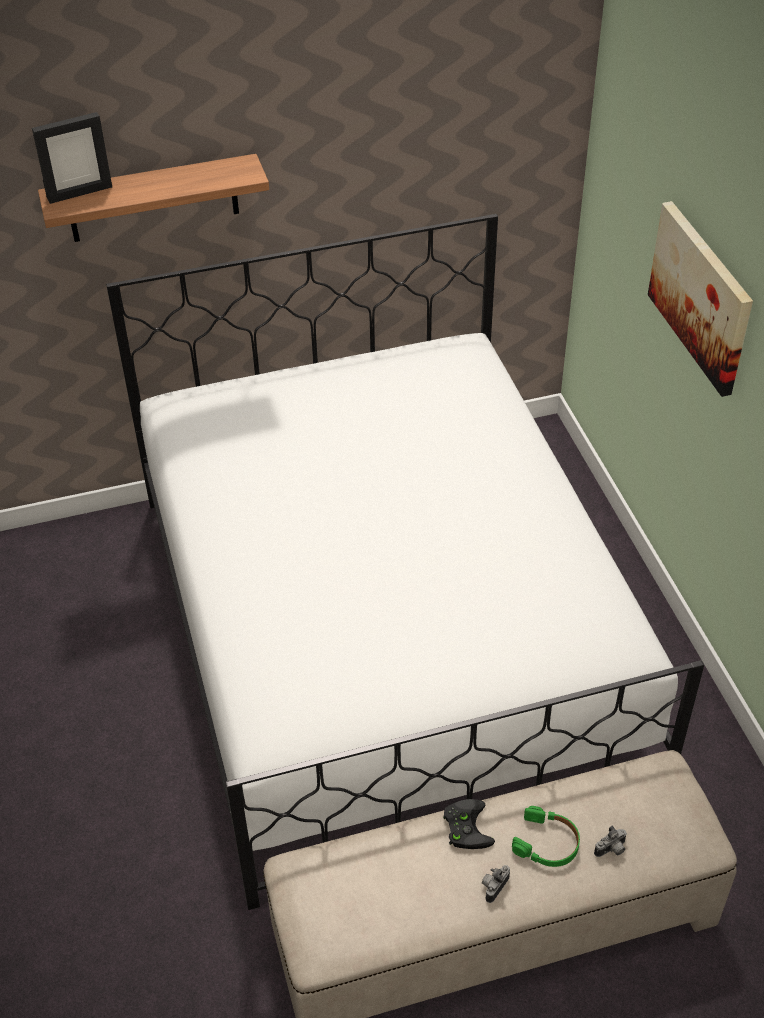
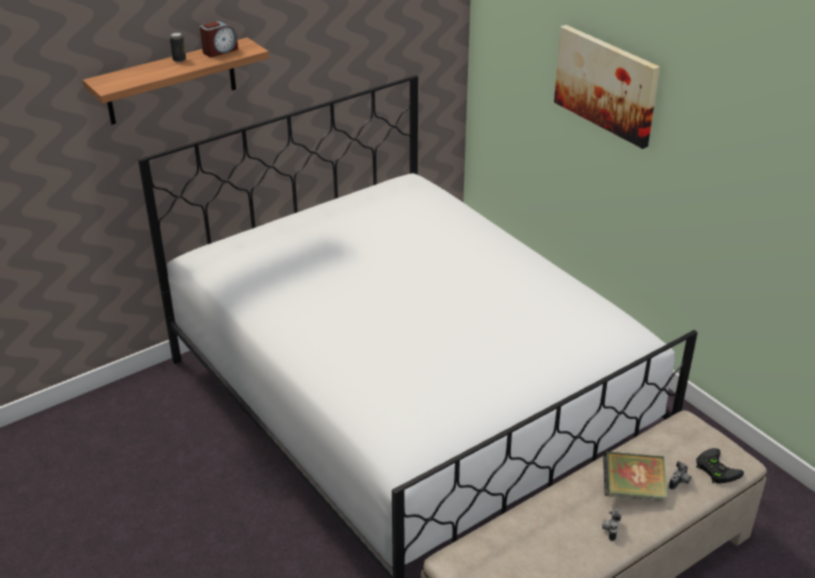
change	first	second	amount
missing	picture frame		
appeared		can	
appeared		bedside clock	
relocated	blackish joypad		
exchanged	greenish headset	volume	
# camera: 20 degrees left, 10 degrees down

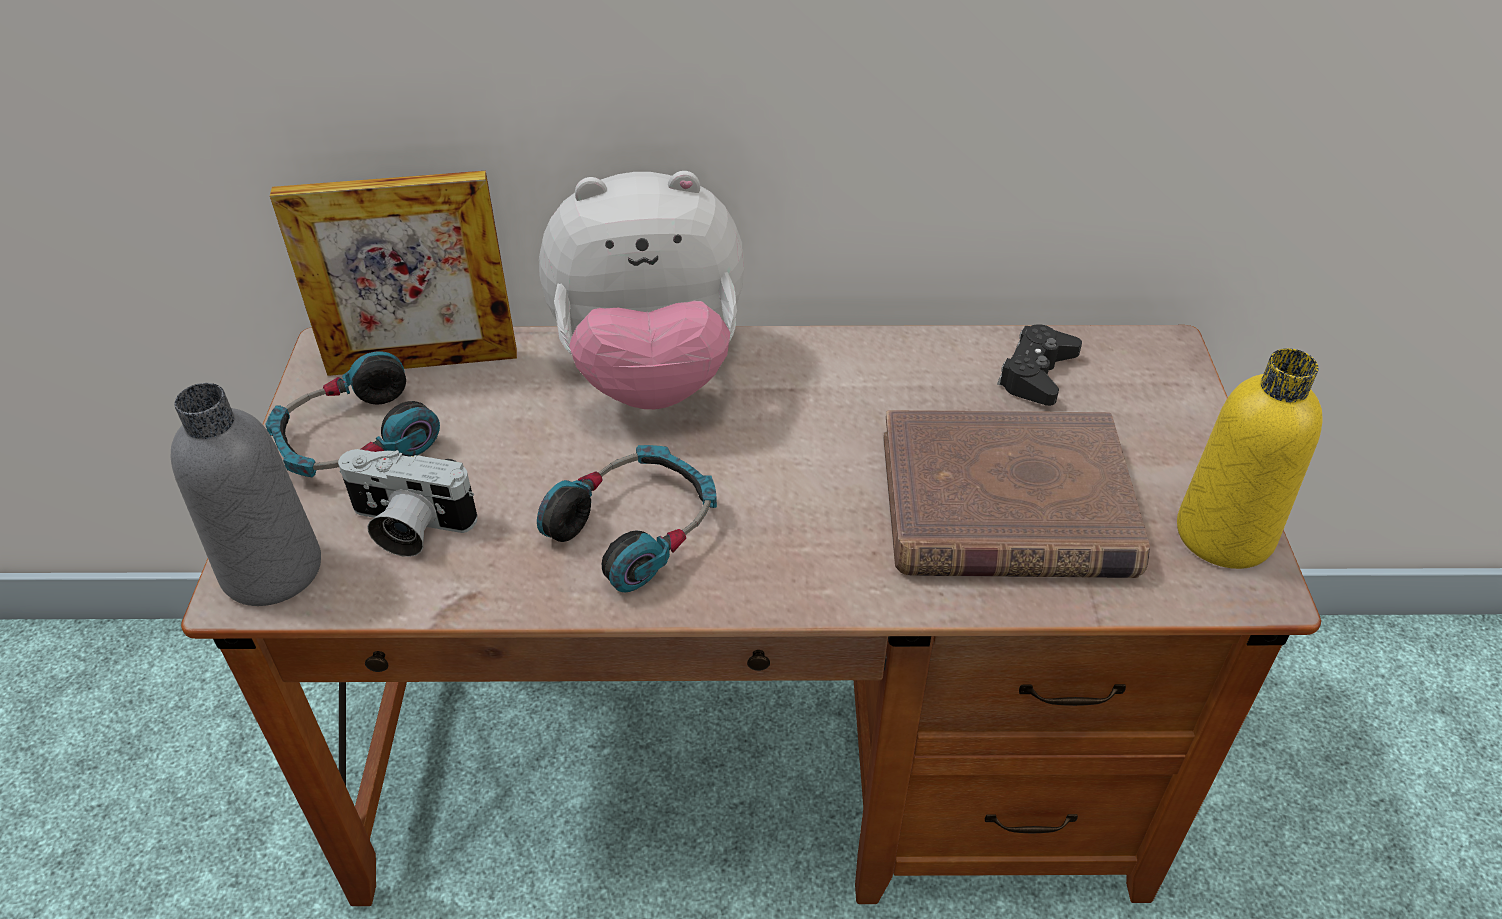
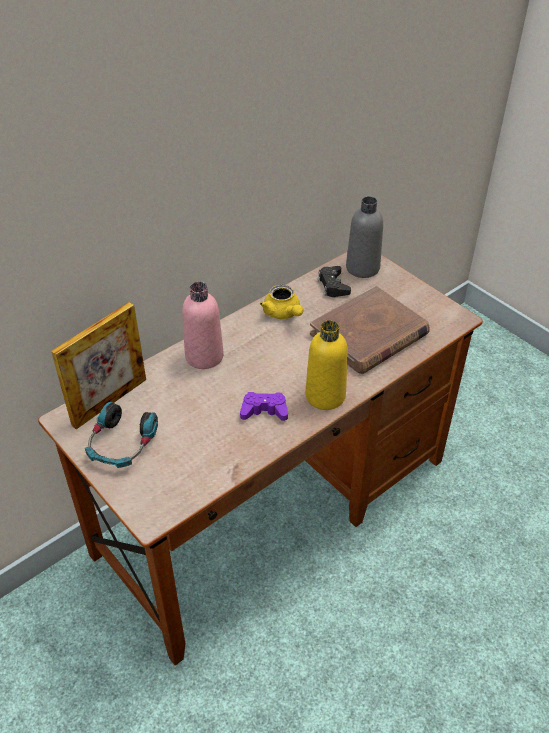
change	first	second	amount
missing	still camera		
appeared		yellowish pot for tea	
relocated	greyish beverage bottle		
relocated	yellowish beverage bottle		
exchanged	headset (no. 2 from left)	purple joypad	
exchanged	soft toy	pink-coloured beverage bottle	
# camera: 40 degrees left, 0 degrees up

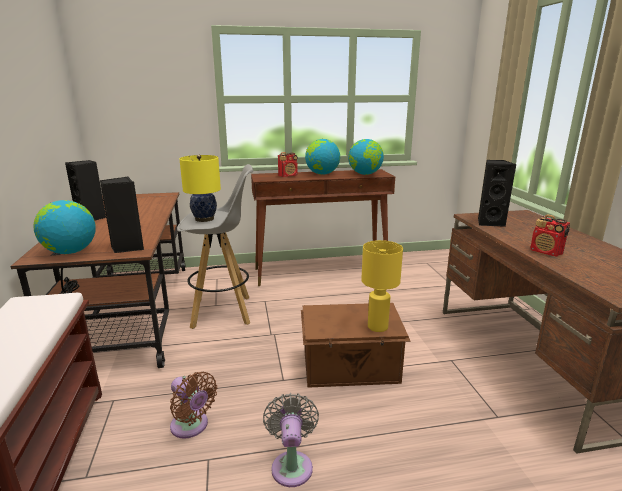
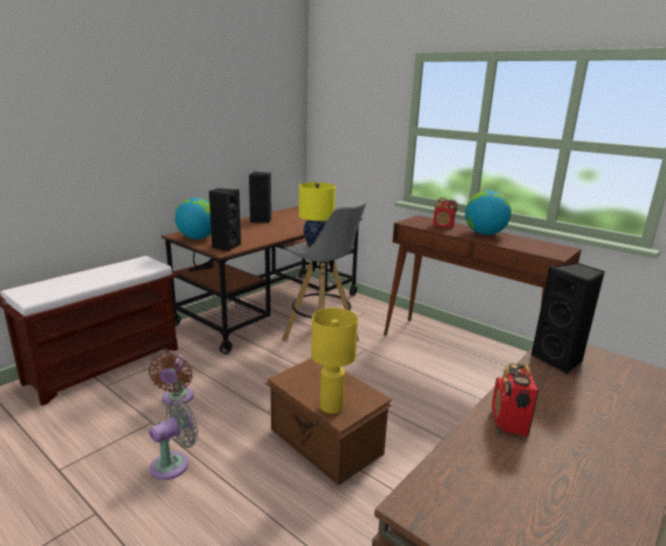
change	first	second	amount
missing	desk globe (no. 3 from left)		
# camera: 50 degrees right, 0 degrees up

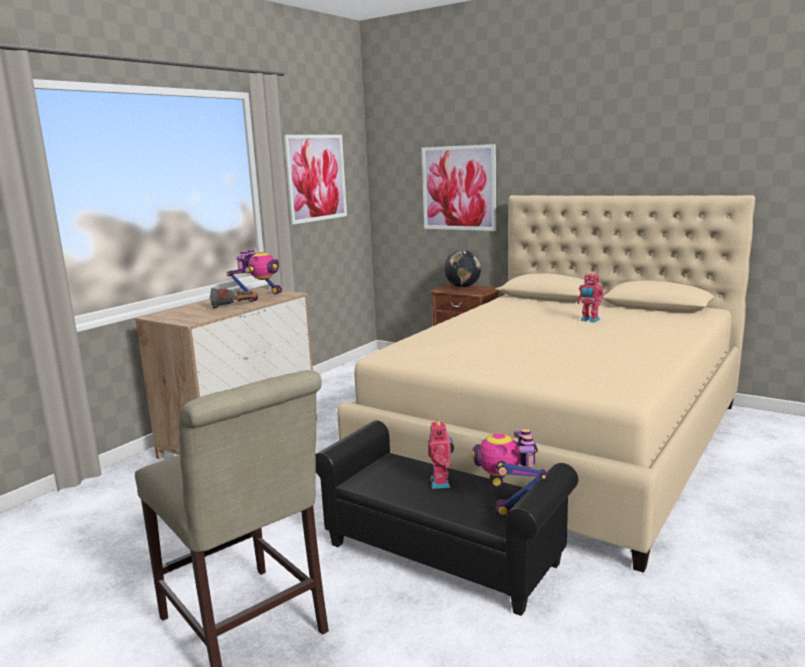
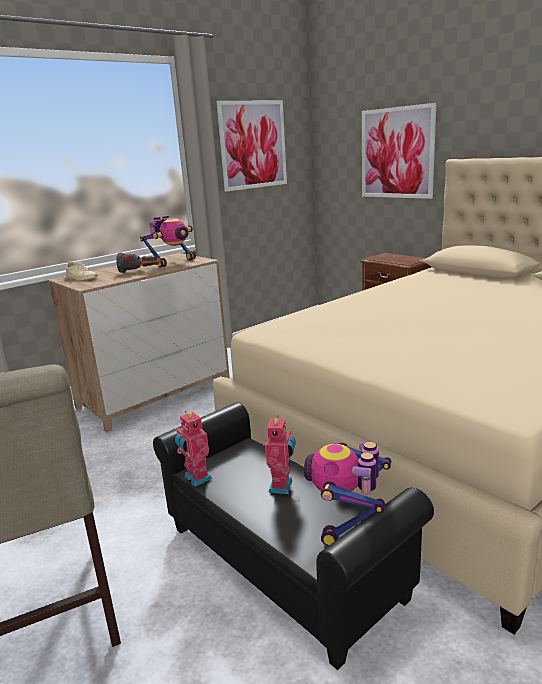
change	first	second	amount
missing	desk globe		
appeared		sand-coloured shoe	
relocated	toy robot (no. 4 from left in the first image)	toy robot (no. 2 from left)	
# camera: 15 degrees right, 5 degrees up

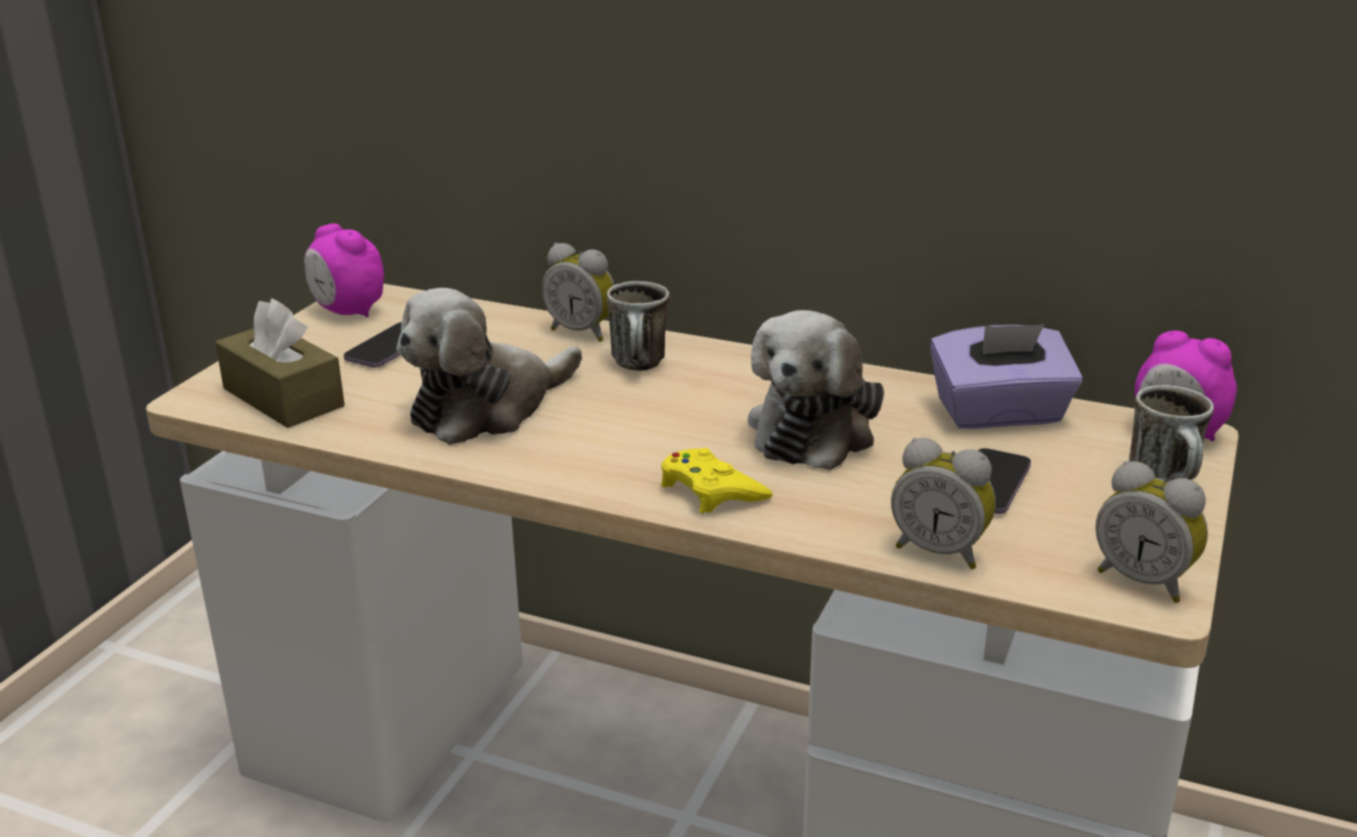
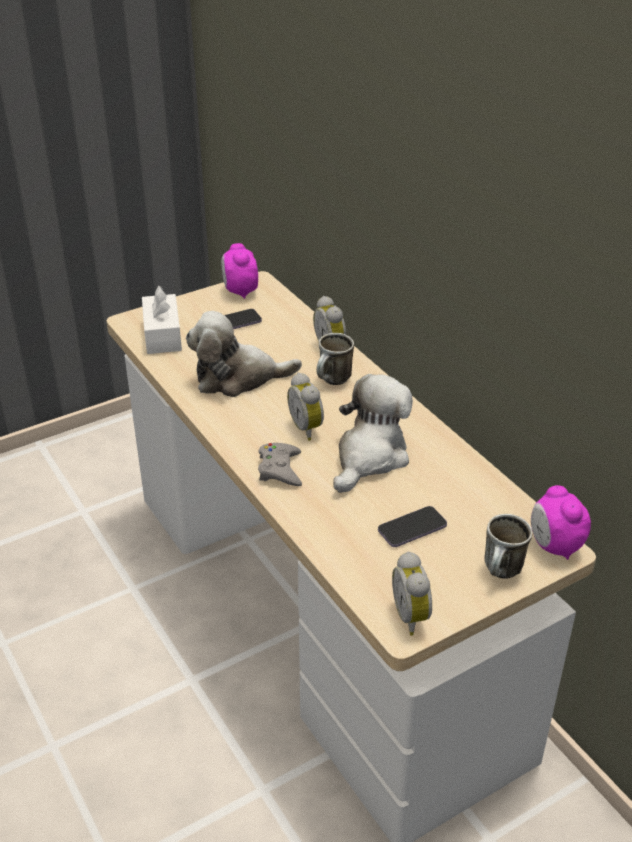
change	first	second	amount
missing	purple tissue holder		
relocated	bedside clock (no. 3 from left in the first image)	bedside clock (no. 2 from left)	
colour	brownish tissue holder	white-coloured tissue holder	
colour	yellowish joypad	greyish joypad	
spun	soft toy (no. 2 from left)		150 degrees clockwise
# camera: 35 degrees right, 10 degrees up

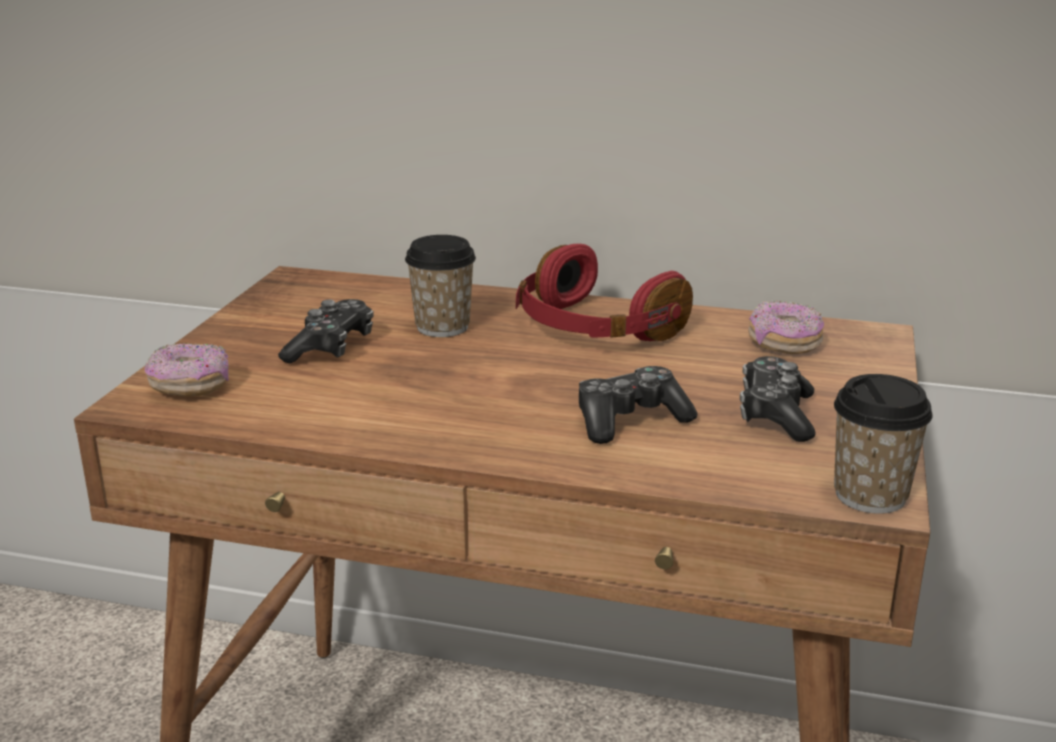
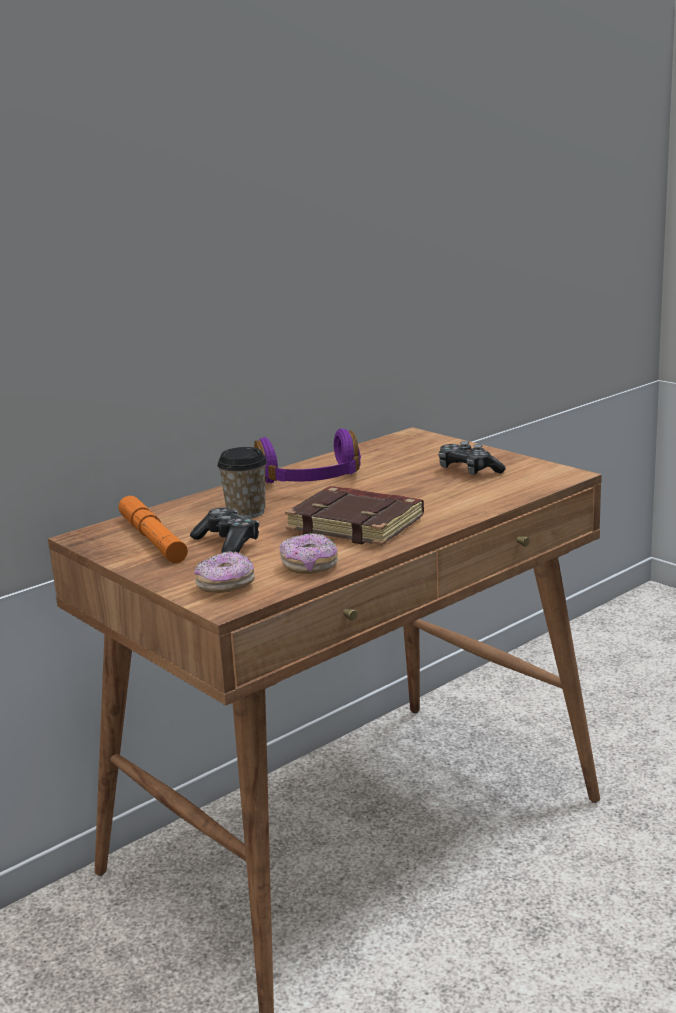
change	first	second	amount
missing	joypad (no. 2 from left)		
missing	small cup (no. 2 from left)		
appeared		orange flashlight	
appeared		brownish volume	
relocated	doughnut (no. 2 from left)		
colour	reddish headset	purple headset	
# camera: 55 degrees left, 5 degrees down

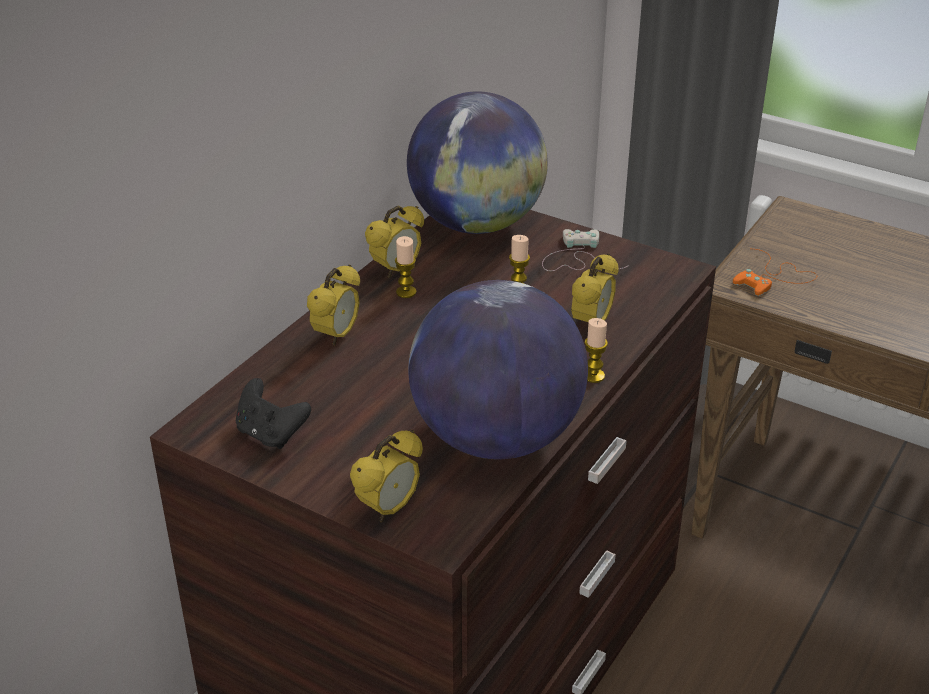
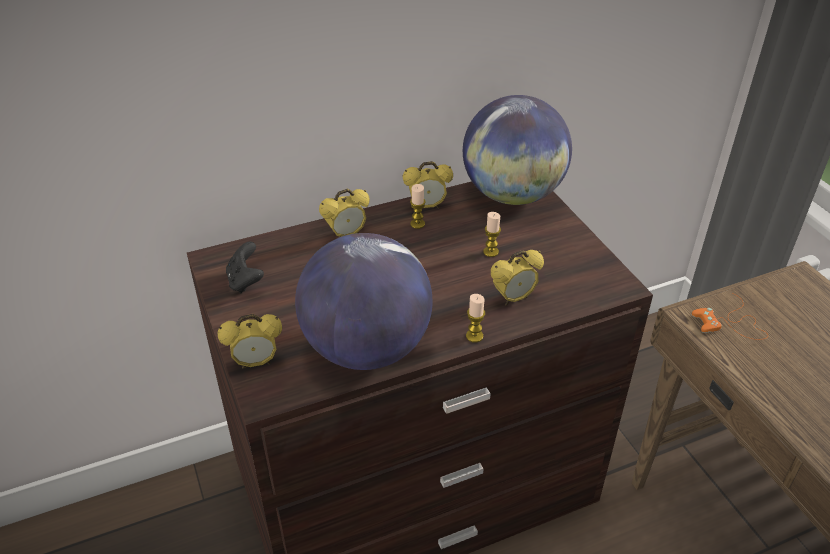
change	first	second	amount
missing	white-coloured joypad		
# camera: 35 degrees right, 5 degrees up

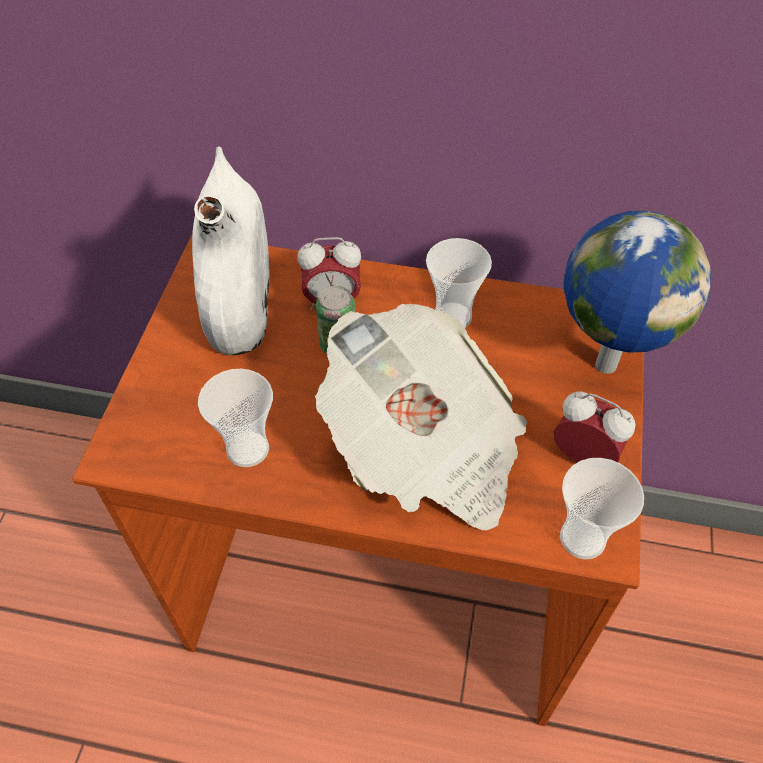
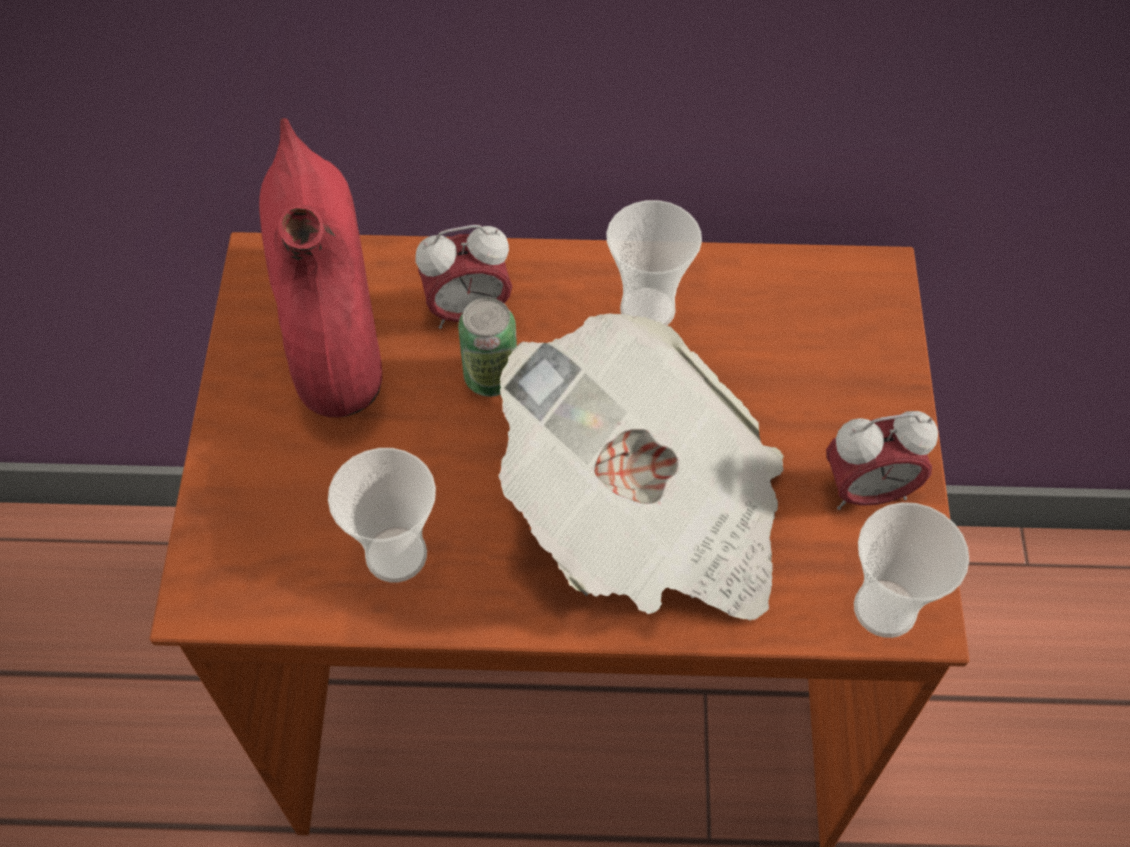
change	first	second	amount
missing	desk globe		
colour	white-coloured vase	reddish vase	
spun	bedside clock (no. 2 from left)		150 degrees clockwise
# camera: 10 degrees left, 5 degrees up

